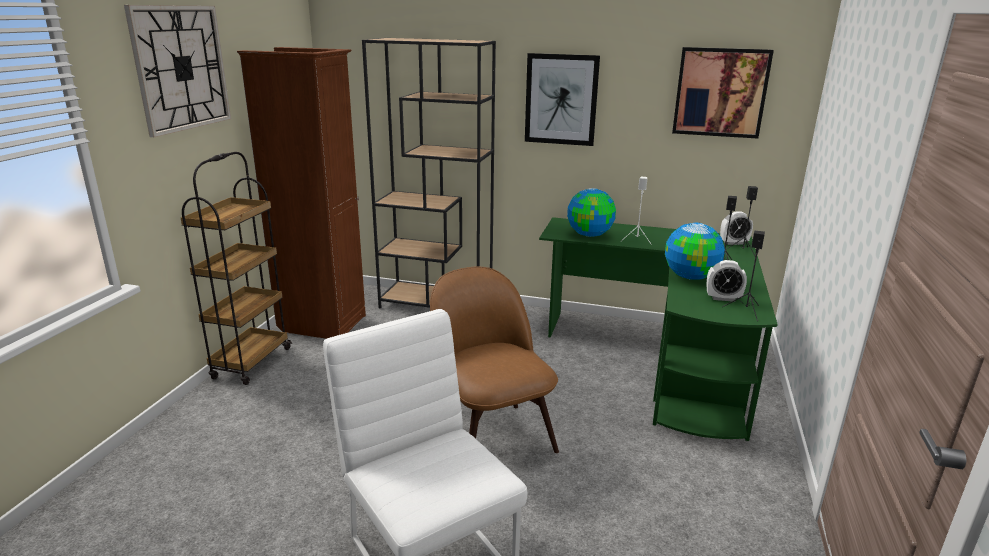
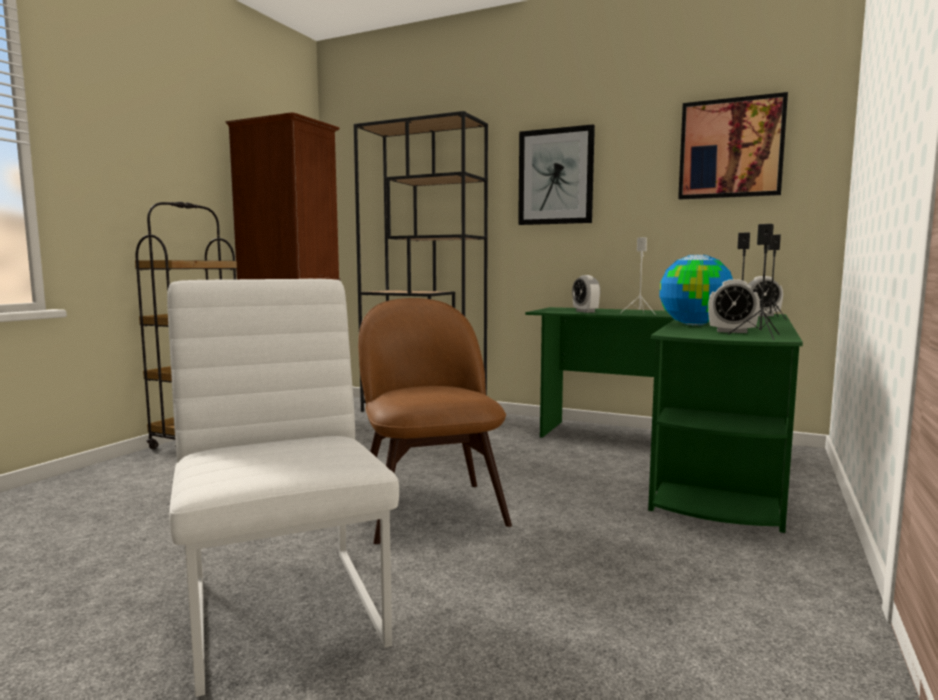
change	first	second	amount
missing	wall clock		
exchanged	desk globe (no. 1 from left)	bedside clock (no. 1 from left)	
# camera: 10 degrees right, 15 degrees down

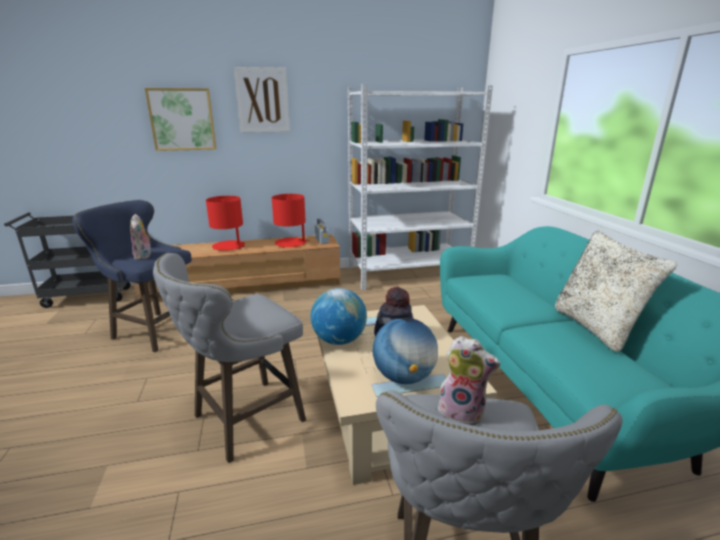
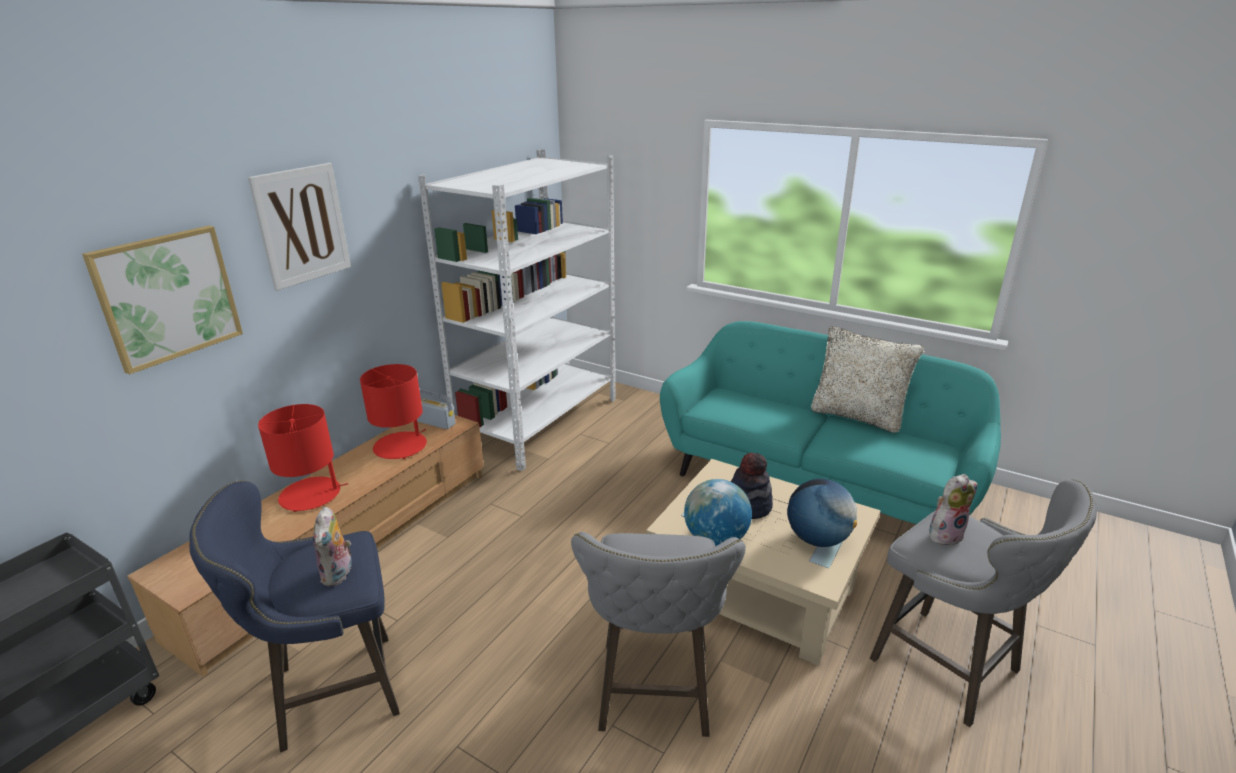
change	first	second	amount
spun	soft toy (no. 1 from left)		60 degrees clockwise
# camera: 45 degrees left, 5 degrees up

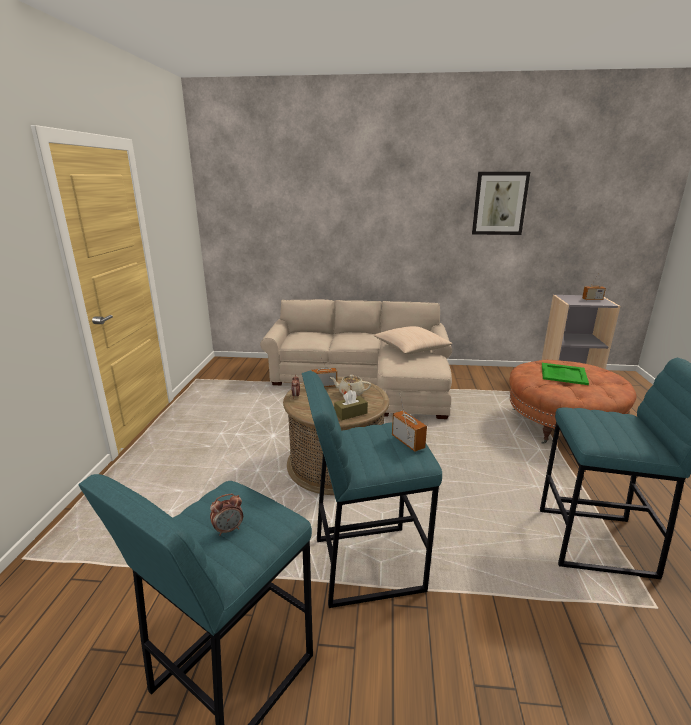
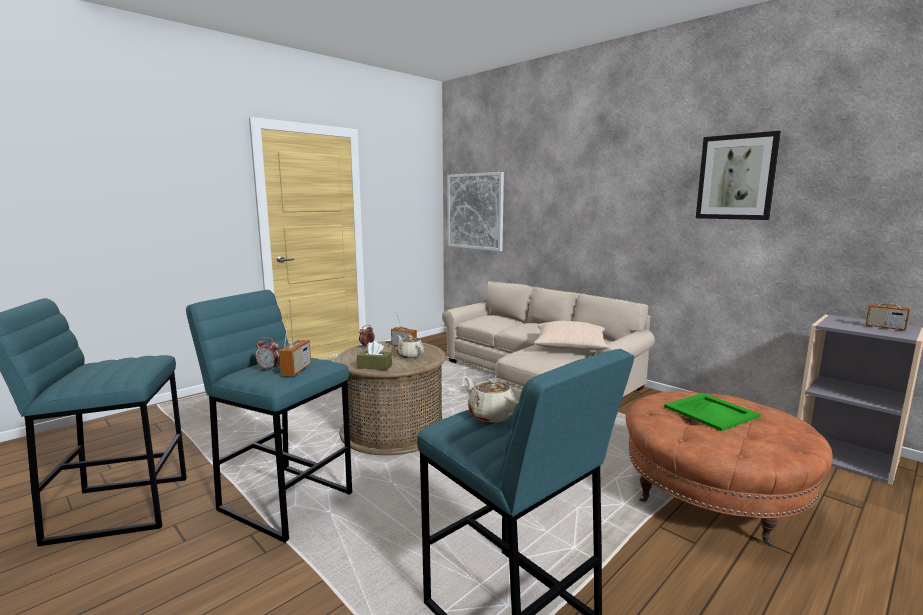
change	first	second	amount
appeared		picture (no. 1 from left)	
appeared		sand-coloured pot for tea (no. 2 from left)	
relocated	bedside clock (no. 1 from left)		
# camera: 40 degrees right, 10 degrees down

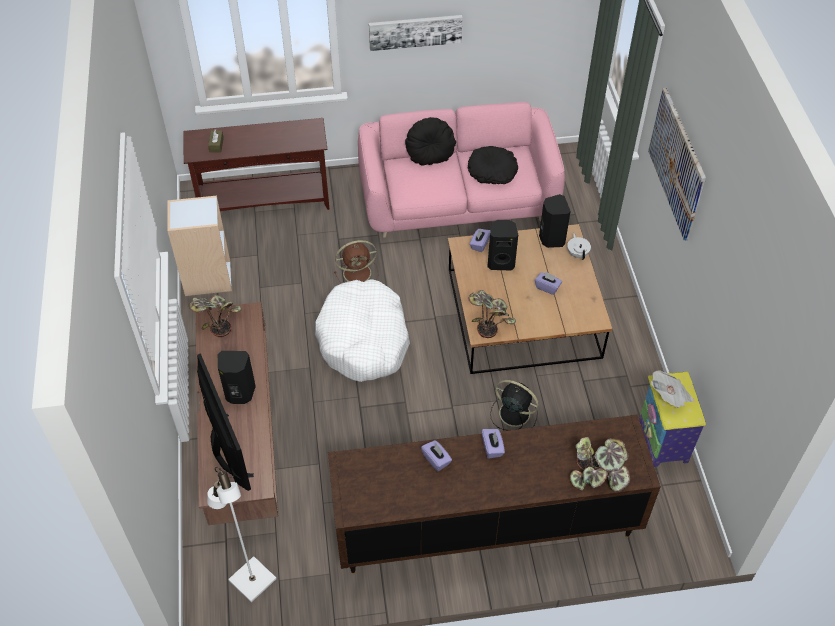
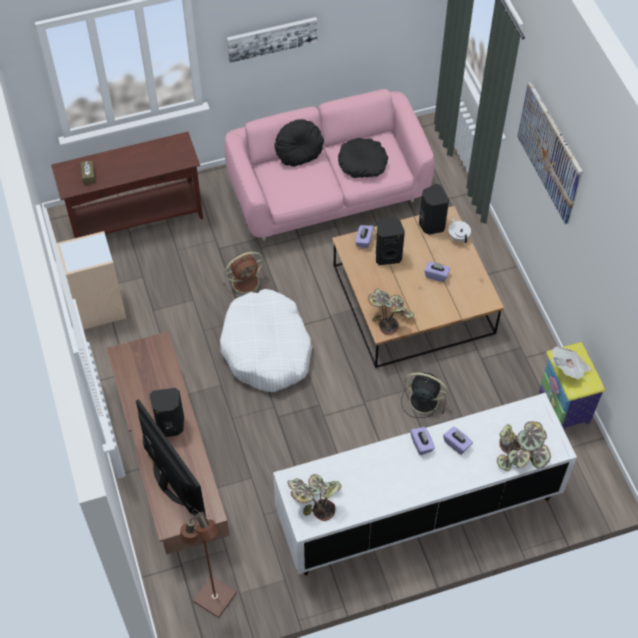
change	first	second	amount
relocated	potted plant (no. 1 from left)		
relocated	purple tissue holder (no. 1 from left in the first image)	purple tissue holder (no. 4 from left)	
colour	white-coloured standing lamp	brownish standing lamp	
colour	brownish cupboard	white-coloured cupboard	
# camera: 10 degrees left, 5 degrees up

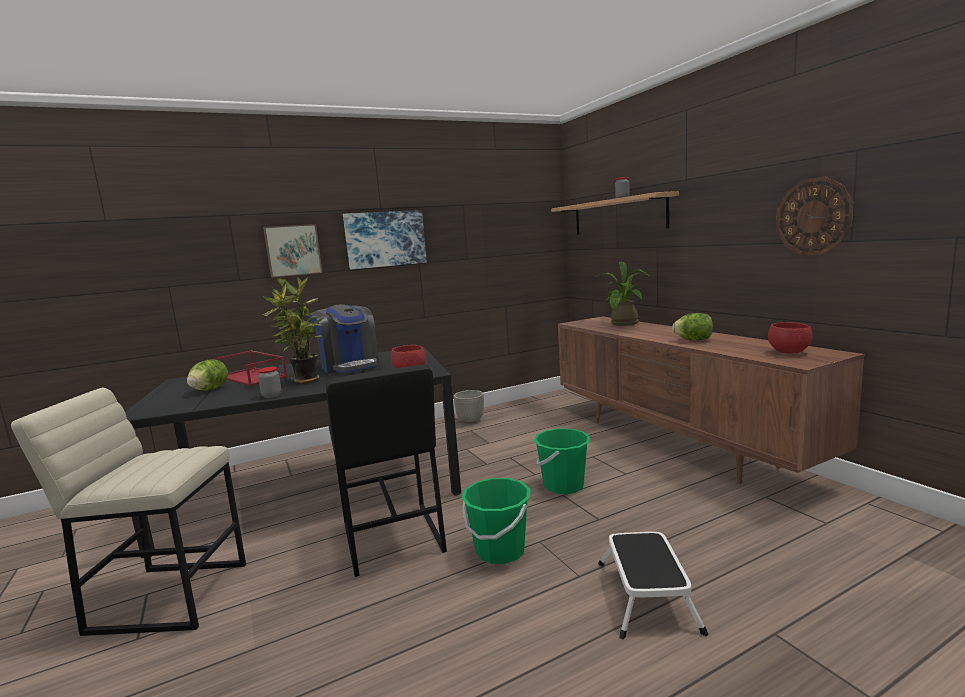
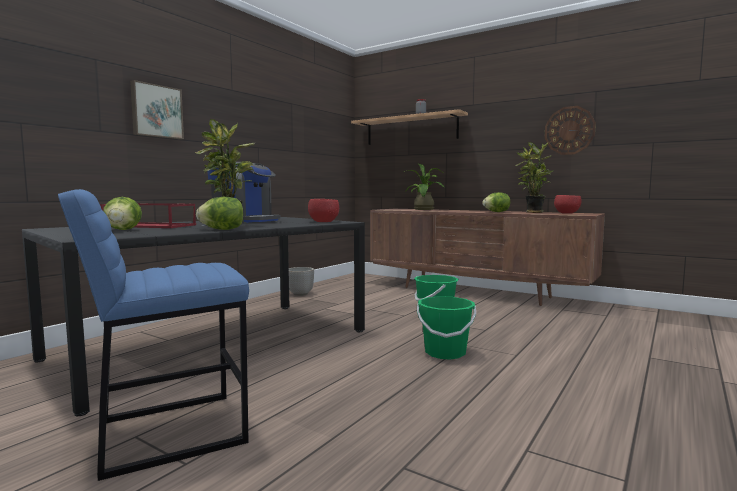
change	first	second	amount
missing	blackish plain chair		
missing	picture (no. 2 from left)		
missing	blackish stepladder		
appeared		potted plant (no. 3 from left)	
exchanged	jar (no. 1 from left)	lettuce (no. 2 from left)	
colour	sand-coloured plain chair	blue-coloured plain chair	
# camera: 30 degrees left, 5 degrees down

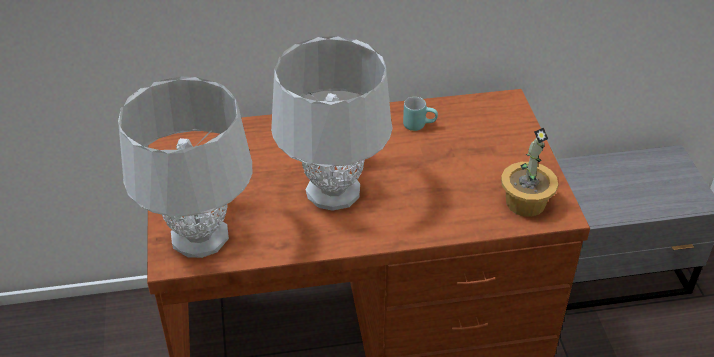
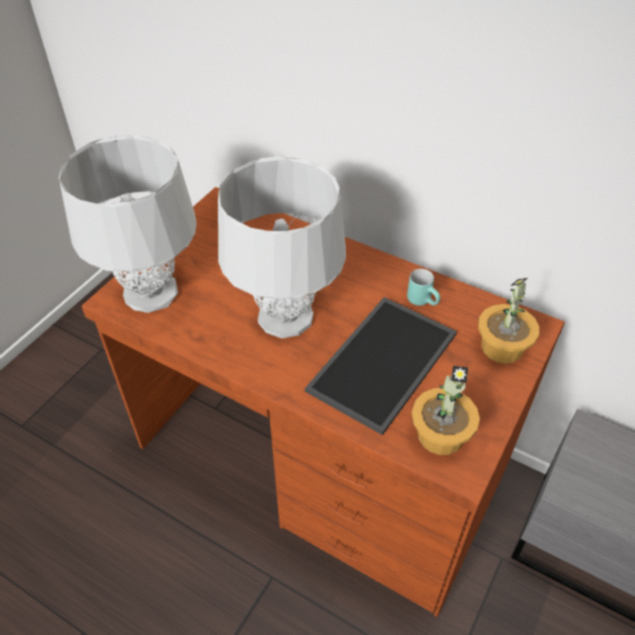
change	first	second	amount
appeared		tray	
appeared		potted plant (no. 2 from left)	
# camera: 40 degrees right, 5 degrees up

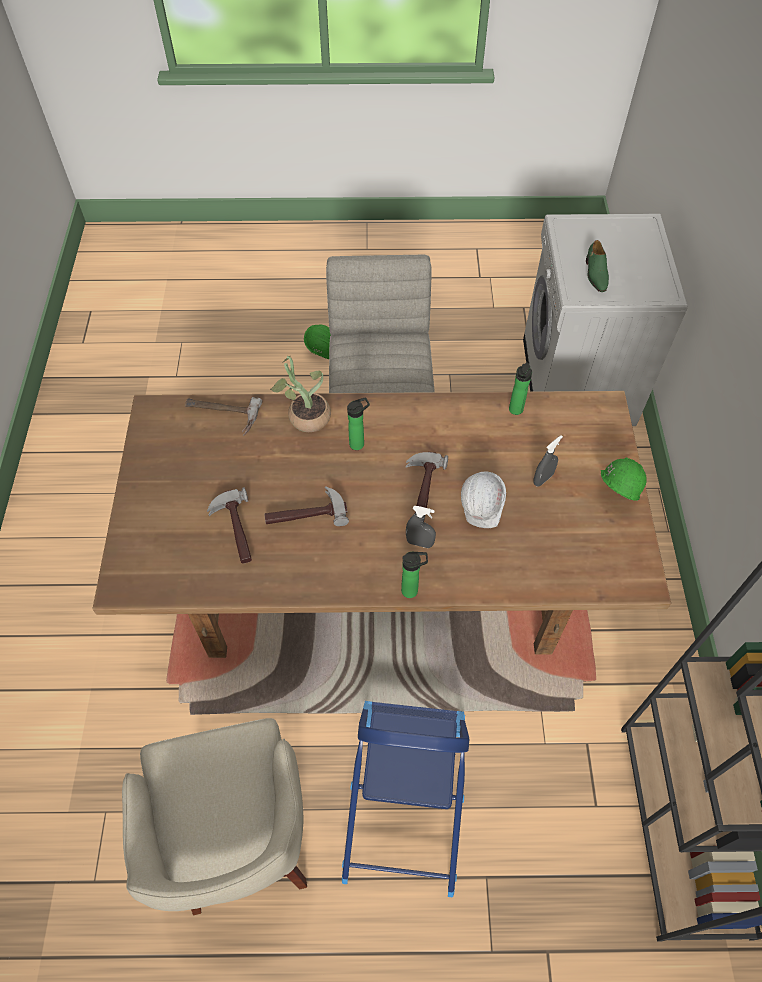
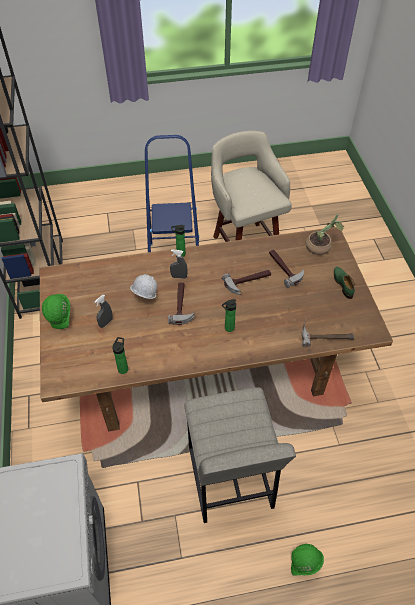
change	first	second	amount
relocated	potted plant		
relocated	greenish shoe		
# camera: 170 degrees right, 5 degrees down

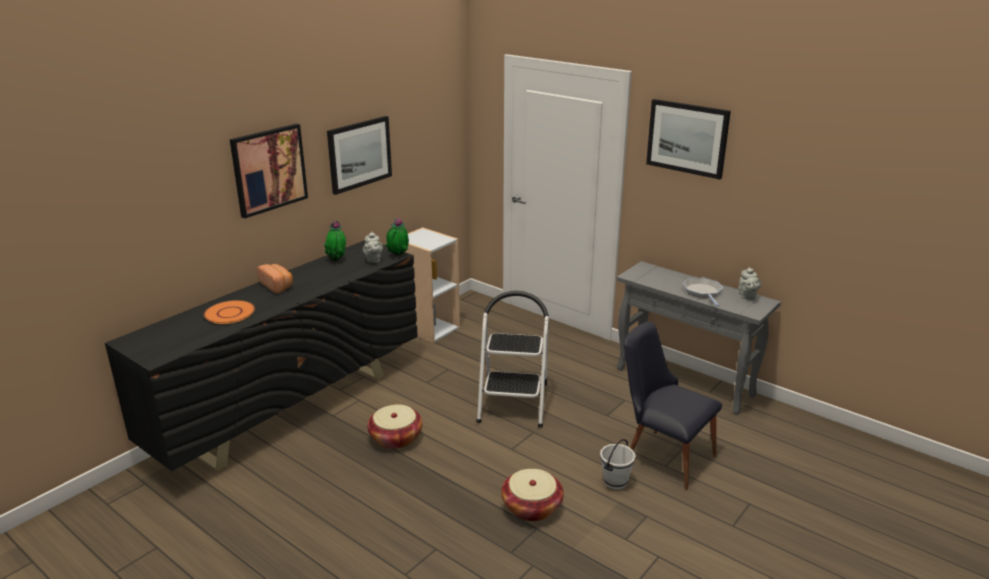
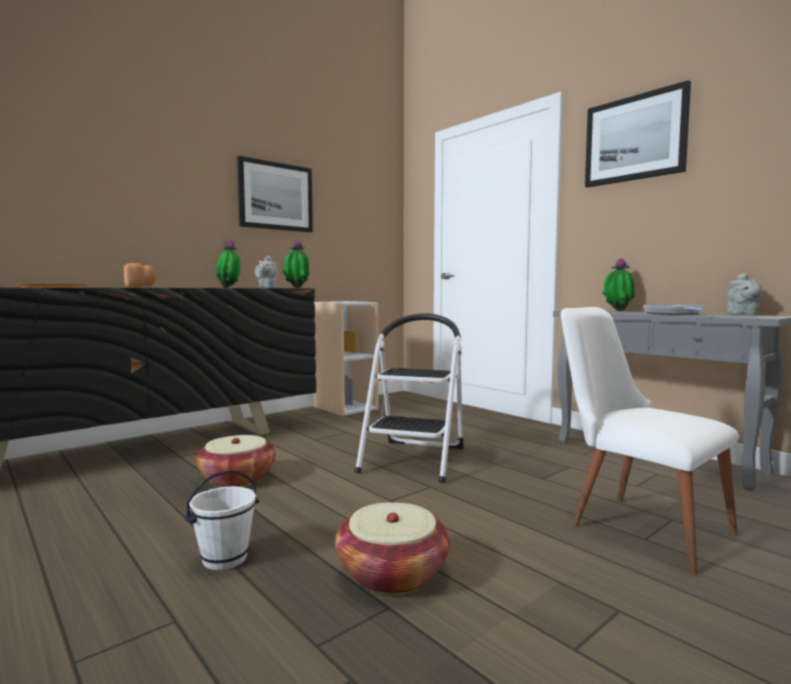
change	first	second	amount
missing	picture (no. 1 from left)		
appeared		potted plant (no. 3 from left)	
relocated	white-coloured bucket		
colour	blackish plain chair	white-coloured plain chair	
# camera: 10 degrees right, 20 degrees down

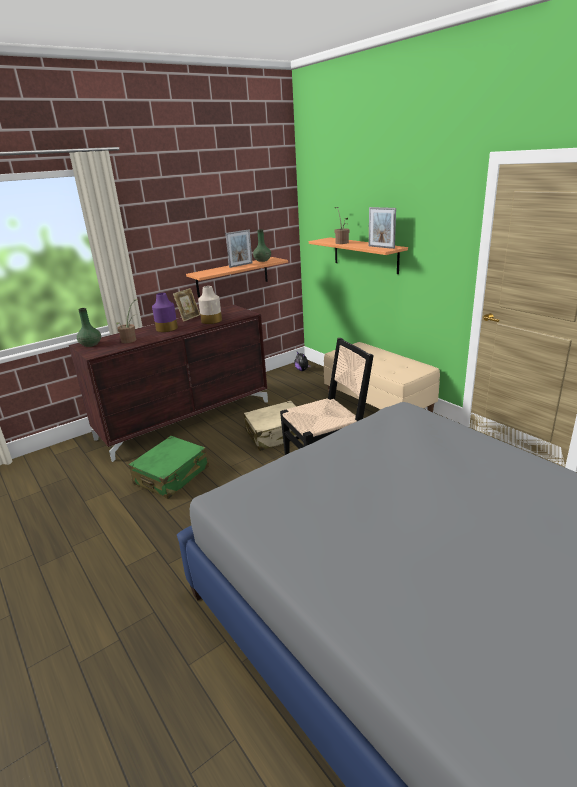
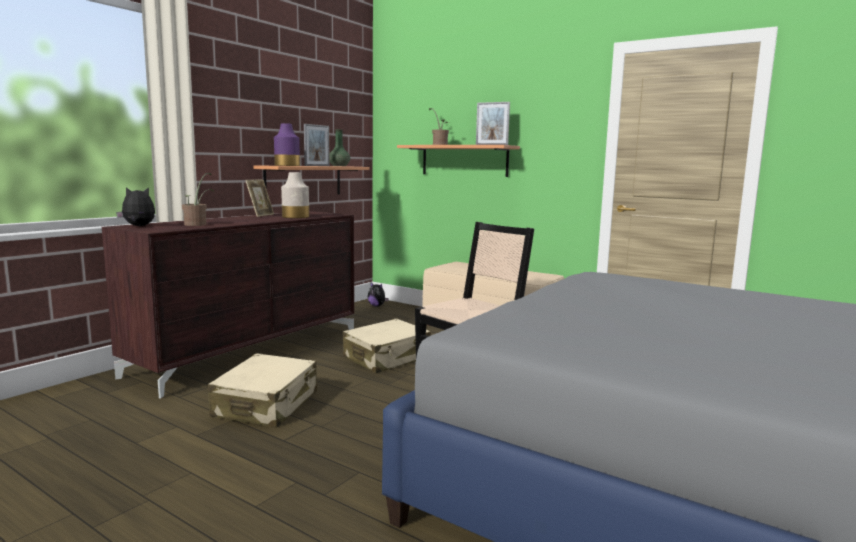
change	first	second	amount
relocated	purple vase		
exchanged	greenish vase (no. 1 from left)	soft toy (no. 1 from left)	
colour	greenish travel case	sand-coloured travel case (no. 1 from left)	
# camera: 20 degrees left, 15 degrees down

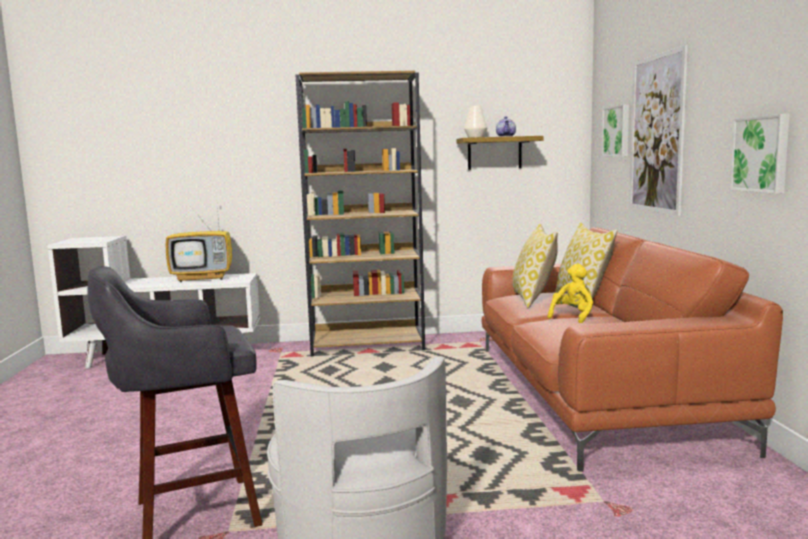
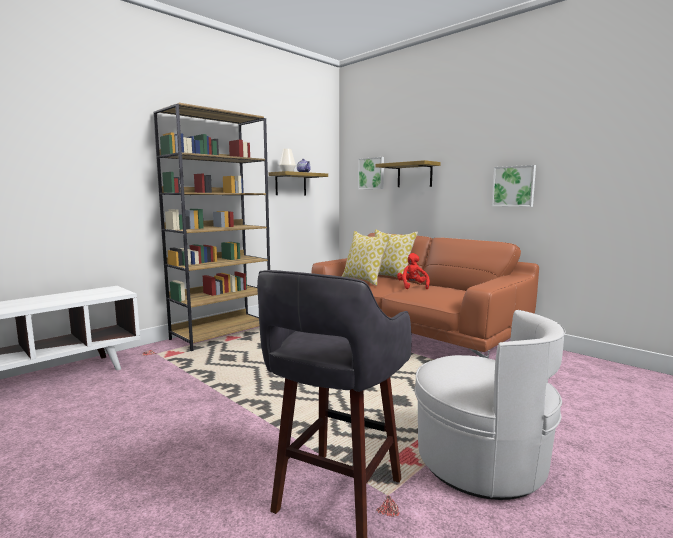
change	first	second	amount
missing	television		
exchanged	picture (no. 2 from left)	bracket shelf (no. 2 from left)	
colour	yellowish soft toy	reddish soft toy	
# camera: 40 degrees left, 0 degrees up

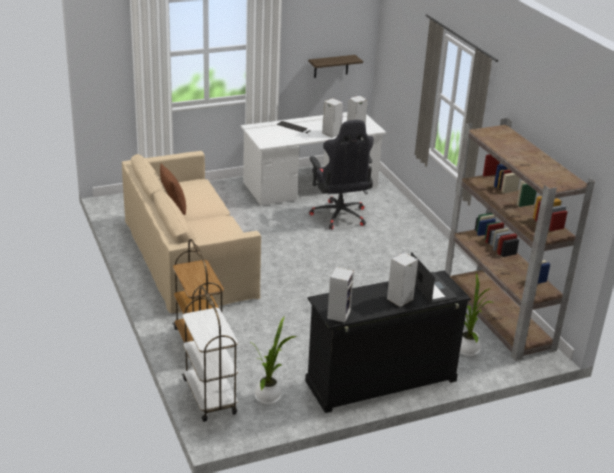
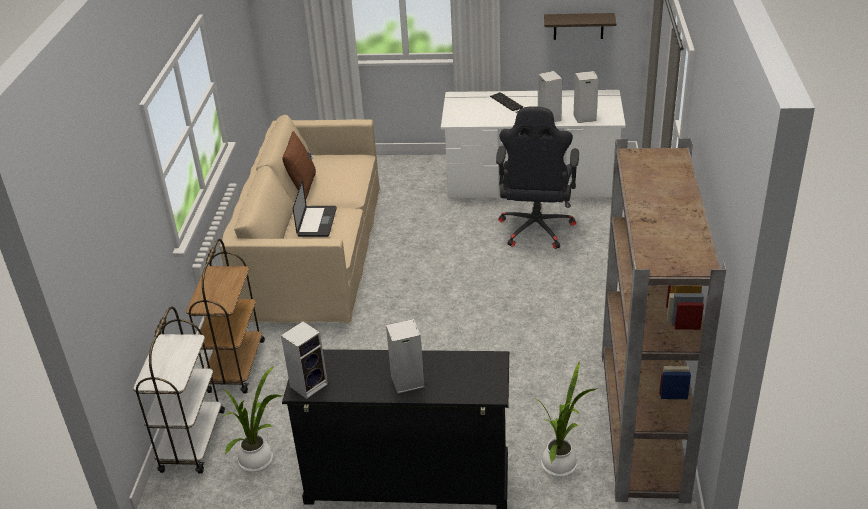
change	first	second	amount
relocated	notebook computer		
# camera: 30 degrees right, 5 degrees up

